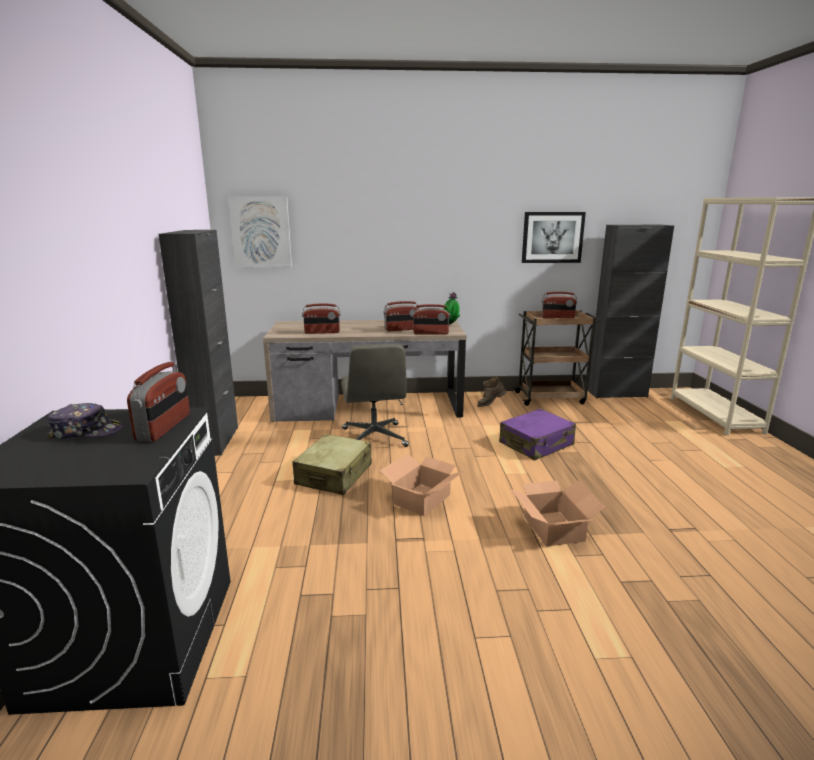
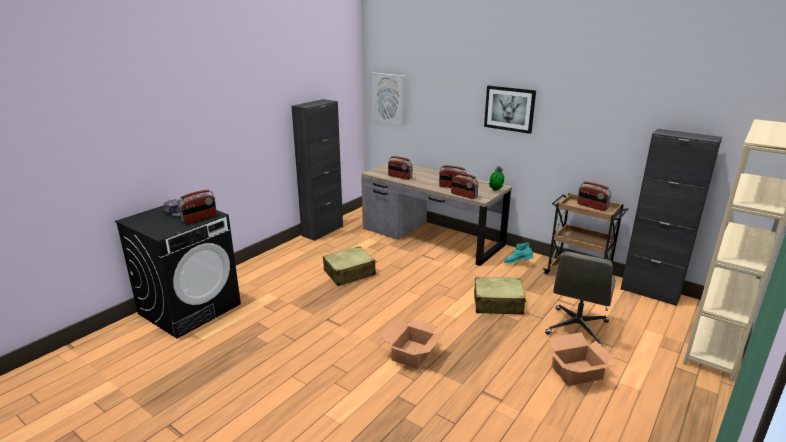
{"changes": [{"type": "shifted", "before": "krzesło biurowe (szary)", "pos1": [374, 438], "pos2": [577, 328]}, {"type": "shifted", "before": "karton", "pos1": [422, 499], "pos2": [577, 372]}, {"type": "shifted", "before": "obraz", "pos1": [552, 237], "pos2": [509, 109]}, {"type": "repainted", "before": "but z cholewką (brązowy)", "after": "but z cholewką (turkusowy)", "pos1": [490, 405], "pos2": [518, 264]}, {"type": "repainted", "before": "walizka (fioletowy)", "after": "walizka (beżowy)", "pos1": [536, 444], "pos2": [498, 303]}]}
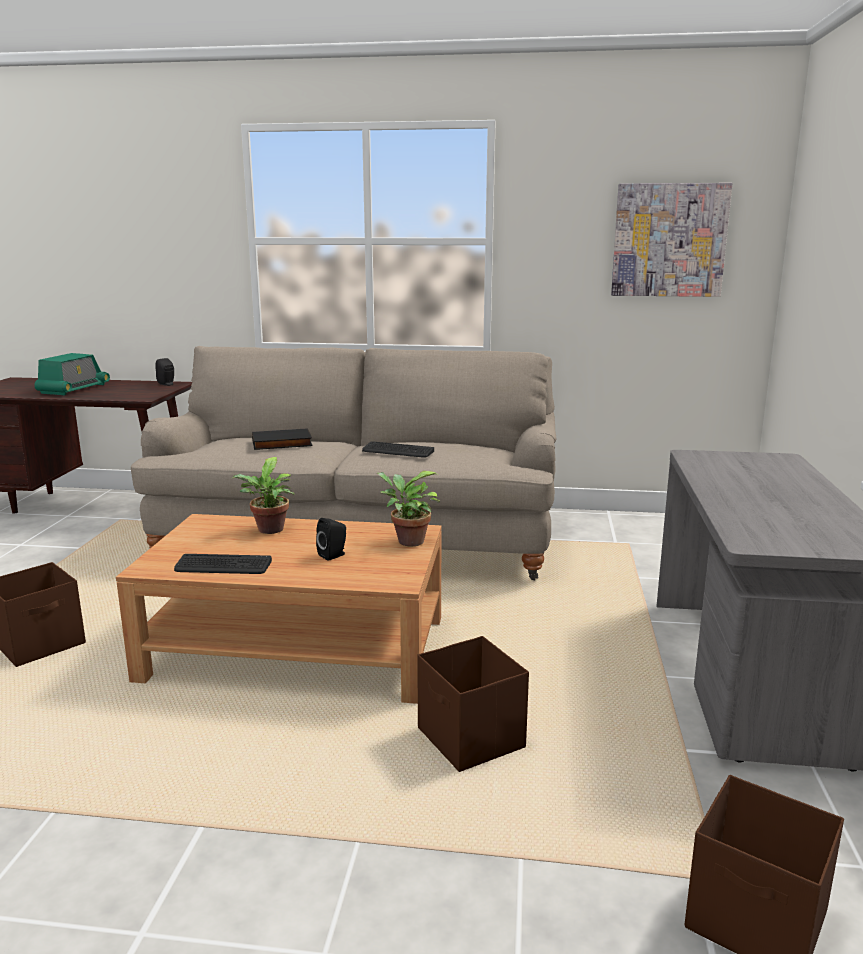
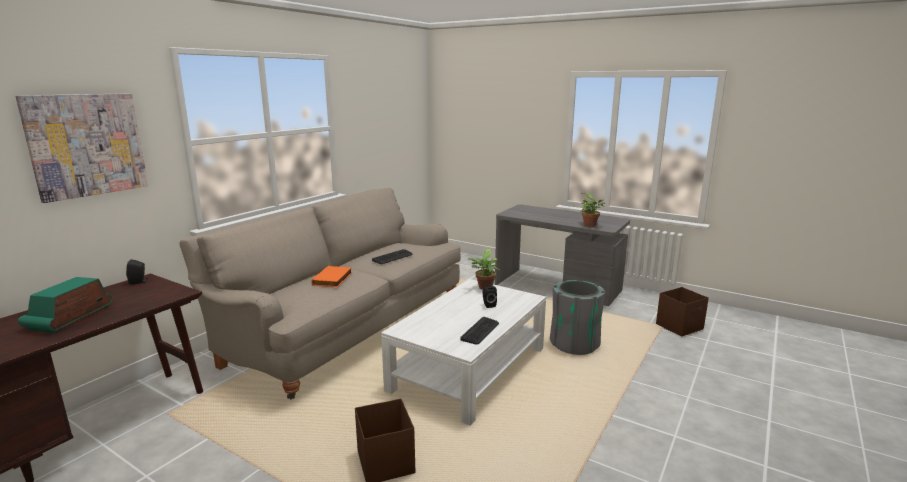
{"changes": [{"type": "shifted", "before": "roślina doniczkowa", "pos1": [269, 531], "pos2": [591, 225]}, {"type": "shifted", "before": "obraz", "pos1": [669, 240], "pos2": [87, 145]}, {"type": "swapped", "before": "pojemnik do przechowywania (brązowy)", "after": "kosz na śmieci (szary)", "pos1": [471, 740], "pos2": [574, 344]}, {"type": "repainted", "before": "ława (brązowy)", "after": "ława (biały)", "pos1": [298, 649], "pos2": [469, 368]}, {"type": "repainted", "before": "książka (czarny)", "after": "książka (pomarańczowy)", "pos1": [281, 444], "pos2": [333, 279]}, {"type": "rotated", "before": "radio", "pos1": [73, 389], "pos2": [70, 317], "turn": -120}]}
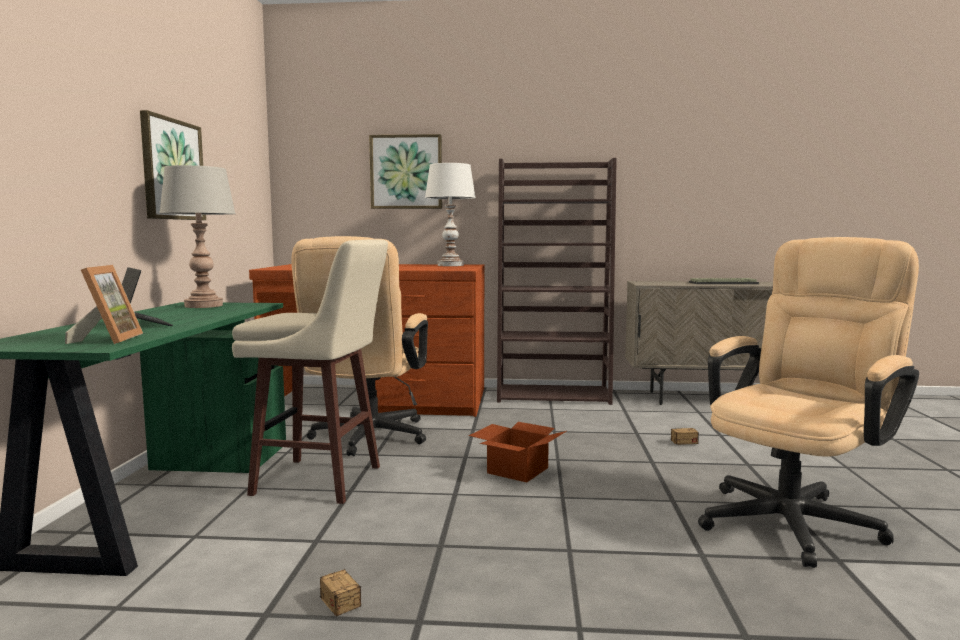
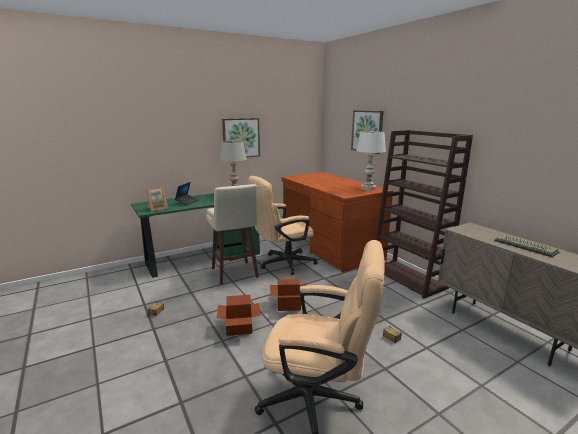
{"changes": [{"type": "new", "after": "karton", "pos2": [238, 327]}]}
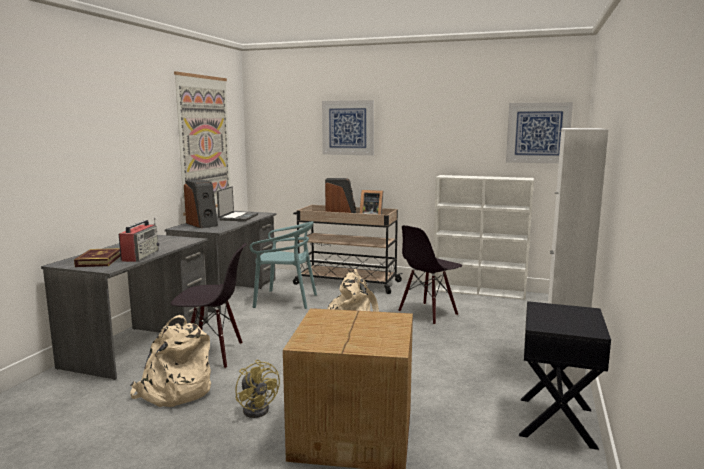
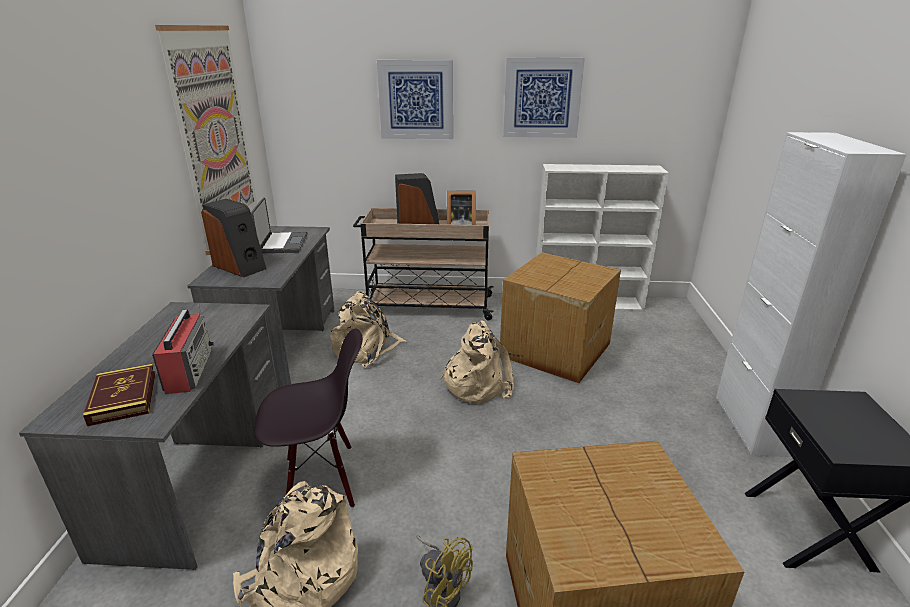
{"changes": [{"type": "shifted", "before": "obraz", "pos1": [538, 133], "pos2": [542, 98]}, {"type": "swapped", "before": "krzesło (turkusowy)", "after": "plecak (beżowy)", "pos1": [285, 300], "pos2": [366, 349]}, {"type": "swapped", "before": "krzesło (czarny)", "after": "karton", "pos1": [428, 313], "pos2": [553, 350]}]}
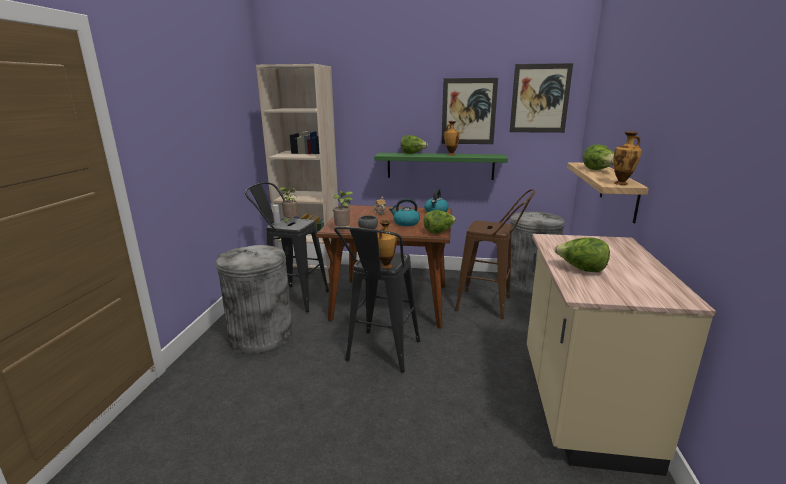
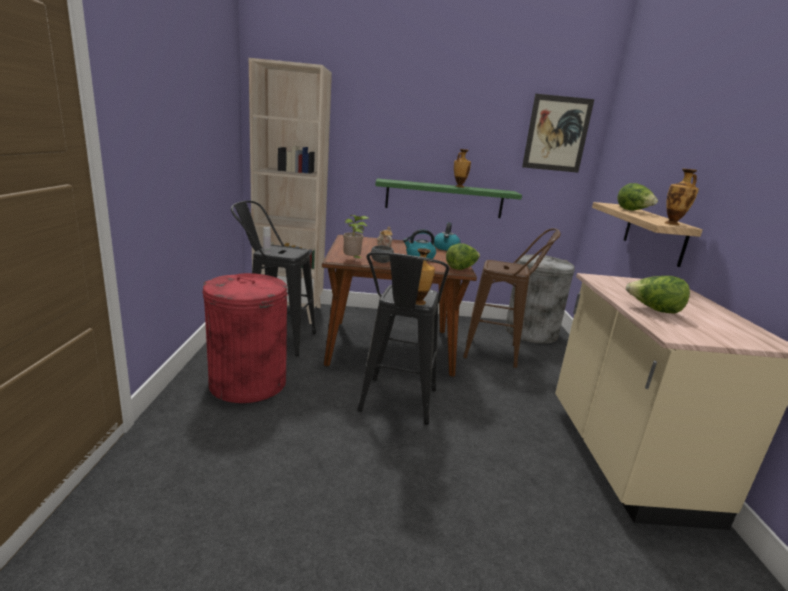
{"changes": [{"type": "gone", "before": "roślina doniczkowa", "pos1": [290, 221]}, {"type": "gone", "before": "sałata", "pos1": [413, 153]}, {"type": "gone", "before": "obraz", "pos1": [468, 111]}, {"type": "repainted", "before": "kosz na śmieci (szary)", "after": "kosz na śmieci (czerwony)", "pos1": [261, 336], "pos2": [247, 382]}]}
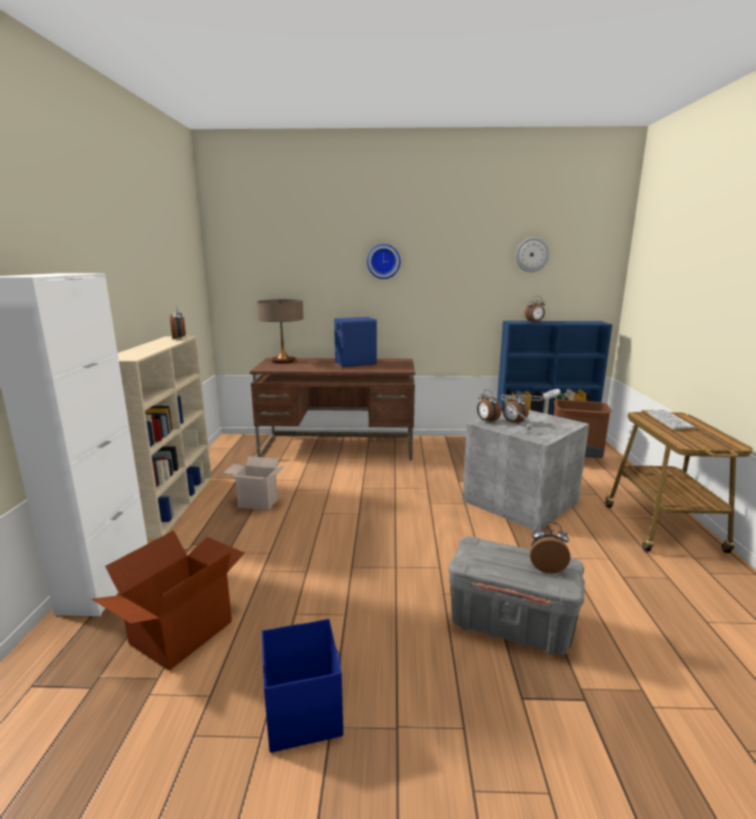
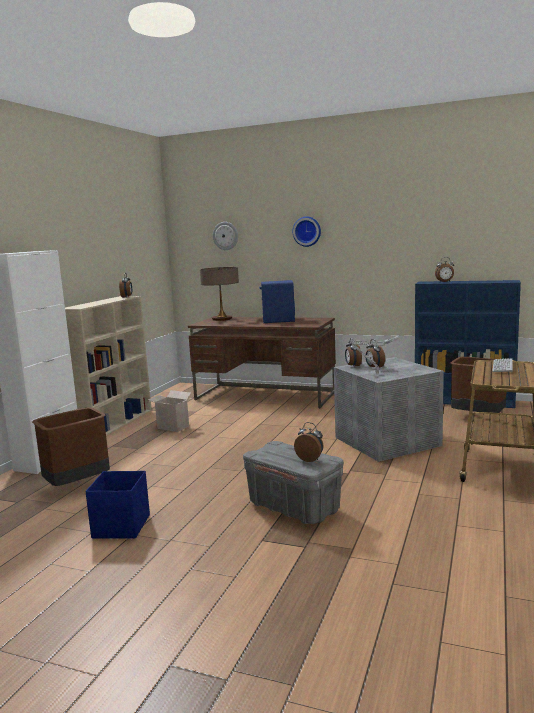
{"changes": [{"type": "shifted", "before": "zegar ścienny", "pos1": [532, 254], "pos2": [225, 236]}, {"type": "swapped", "before": "karton", "after": "kosz na śmieci (brązowy)", "pos1": [180, 632], "pos2": [77, 486]}]}
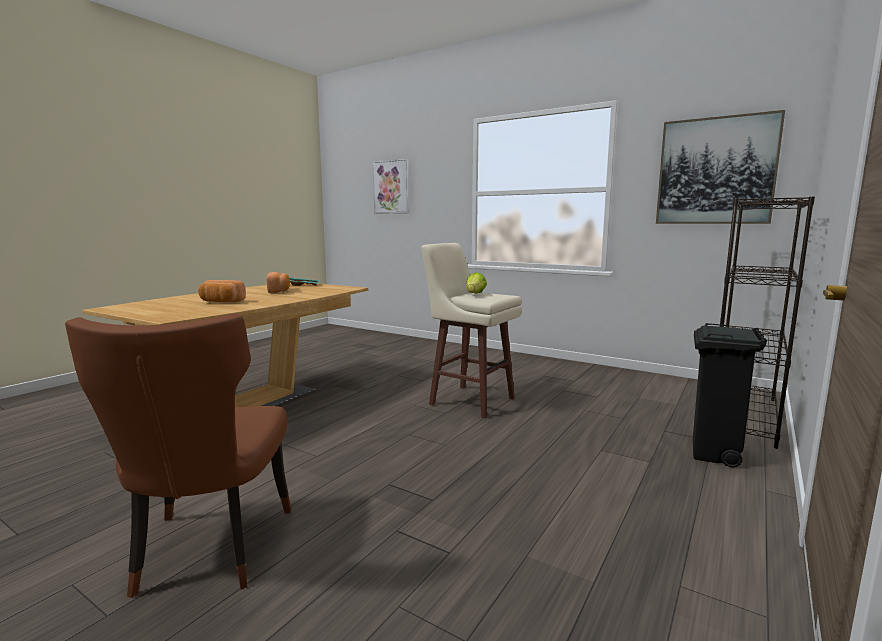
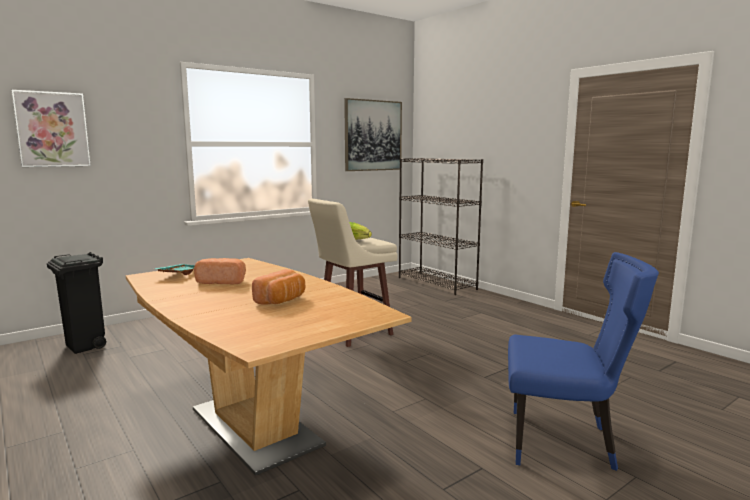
{"changes": [{"type": "shifted", "before": "kosz na śmieci (czarny)", "pos1": [714, 455], "pos2": [85, 346]}, {"type": "repainted", "before": "krzesło (brązowy)", "after": "krzesło (niebieski)", "pos1": [208, 552], "pos2": [565, 442]}]}
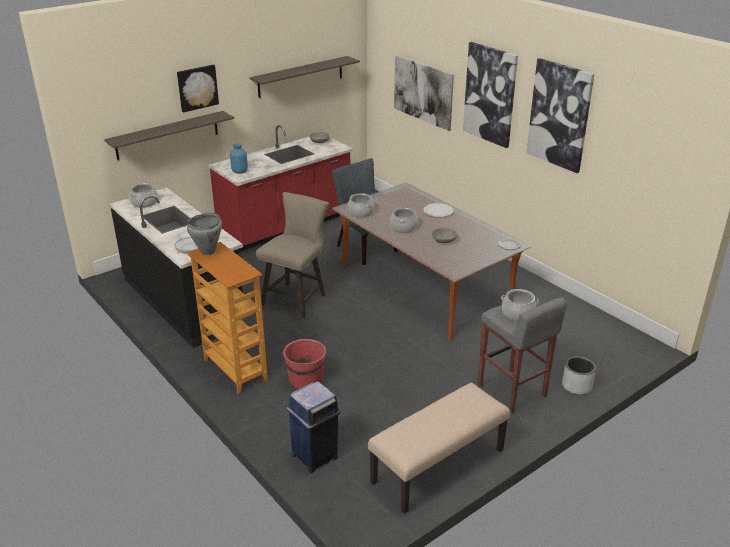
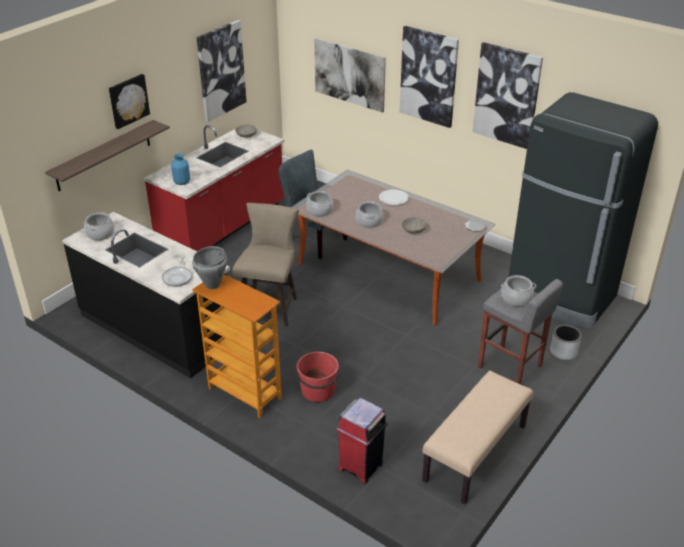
{"changes": [{"type": "new", "after": "lodówka (czarny)", "pos2": [560, 297]}, {"type": "swapped", "before": "półka", "after": "obraz", "pos1": [300, 76], "pos2": [221, 70]}, {"type": "repainted", "before": "kosz na śmieci (niebieski)", "after": "kosz na śmieci (czerwony)", "pos1": [315, 455], "pos2": [361, 466]}]}
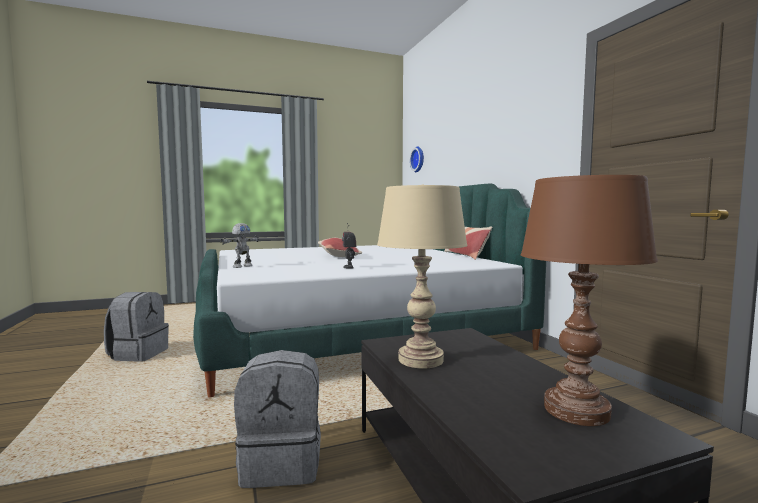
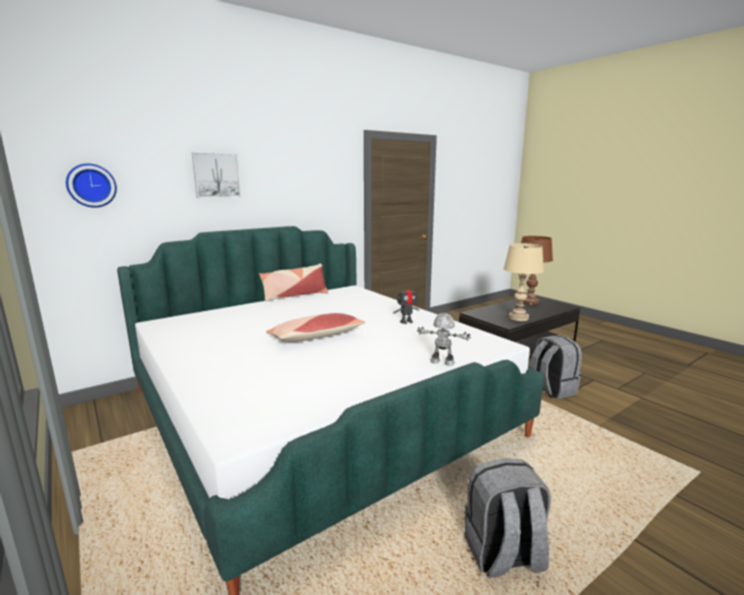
{"changes": [{"type": "new", "after": "obraz", "pos2": [216, 175]}]}
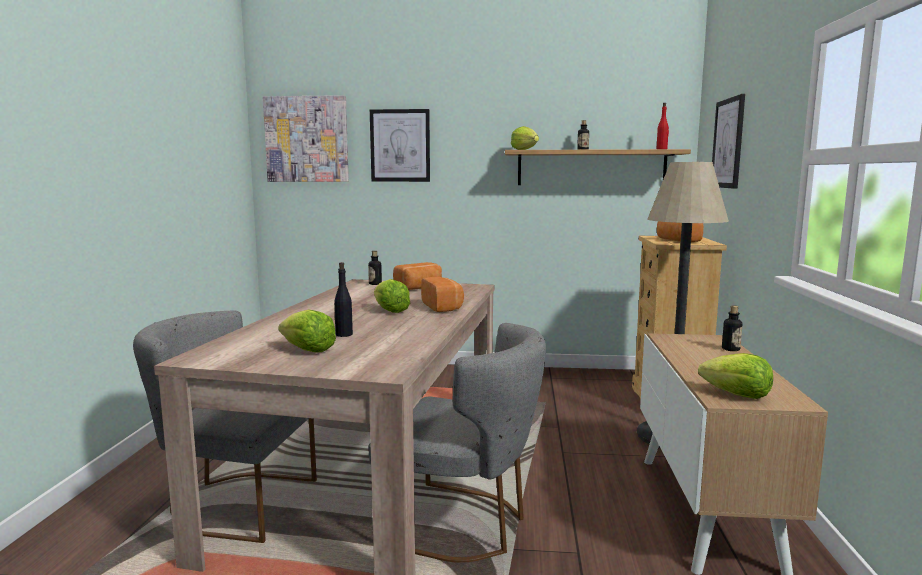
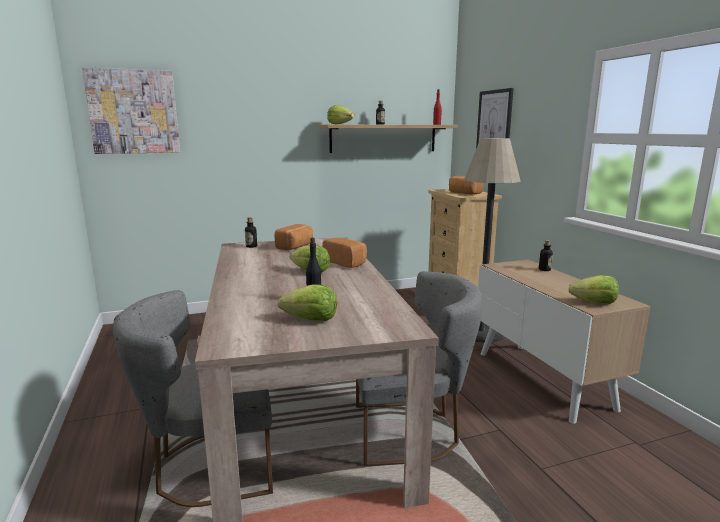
{"changes": [{"type": "gone", "before": "obraz", "pos1": [400, 145]}]}
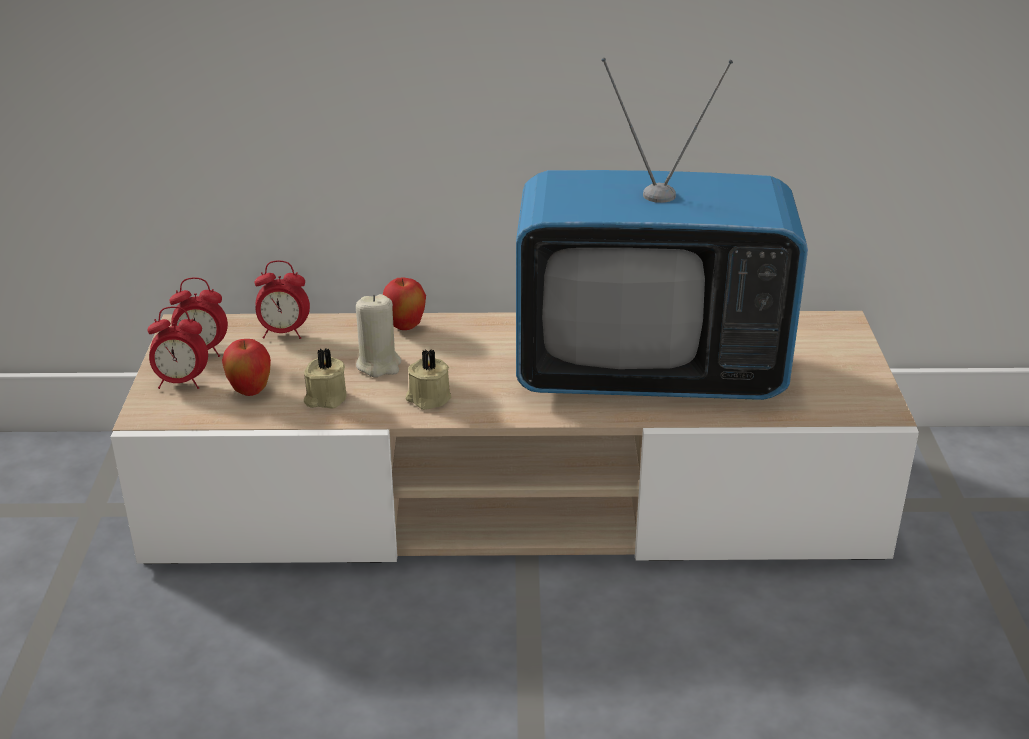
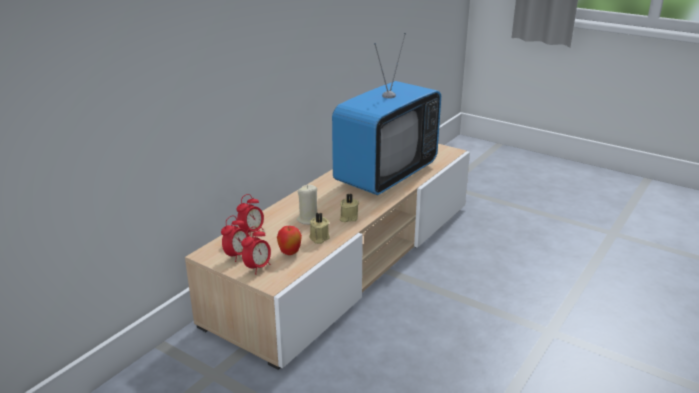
{"changes": [{"type": "gone", "before": "jabłko", "pos1": [405, 327]}]}
